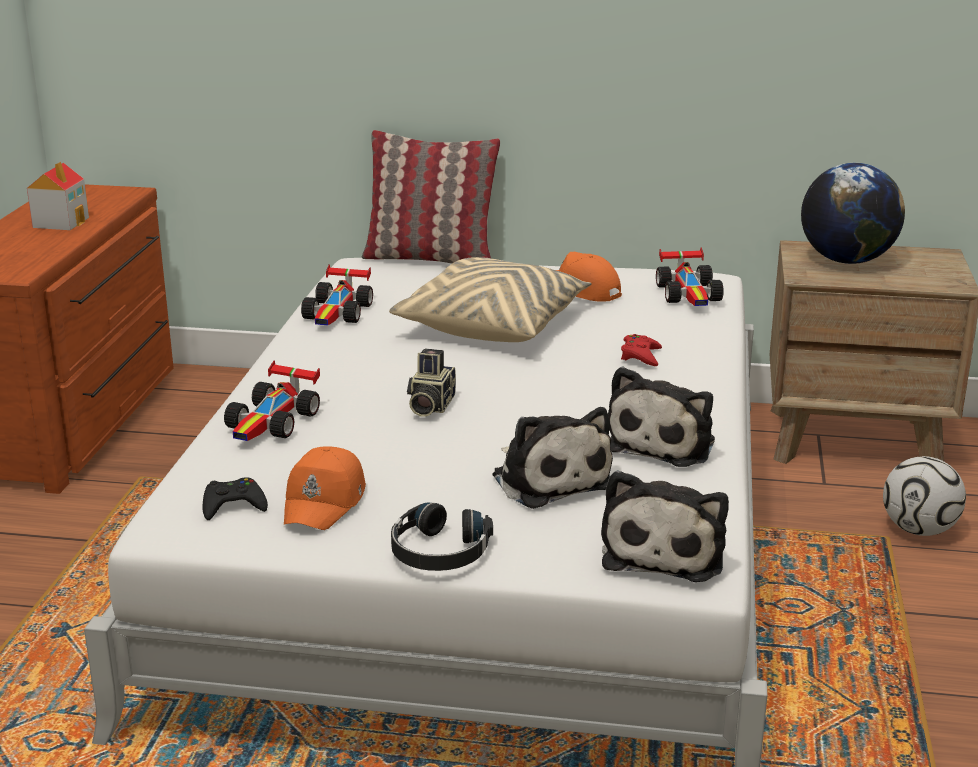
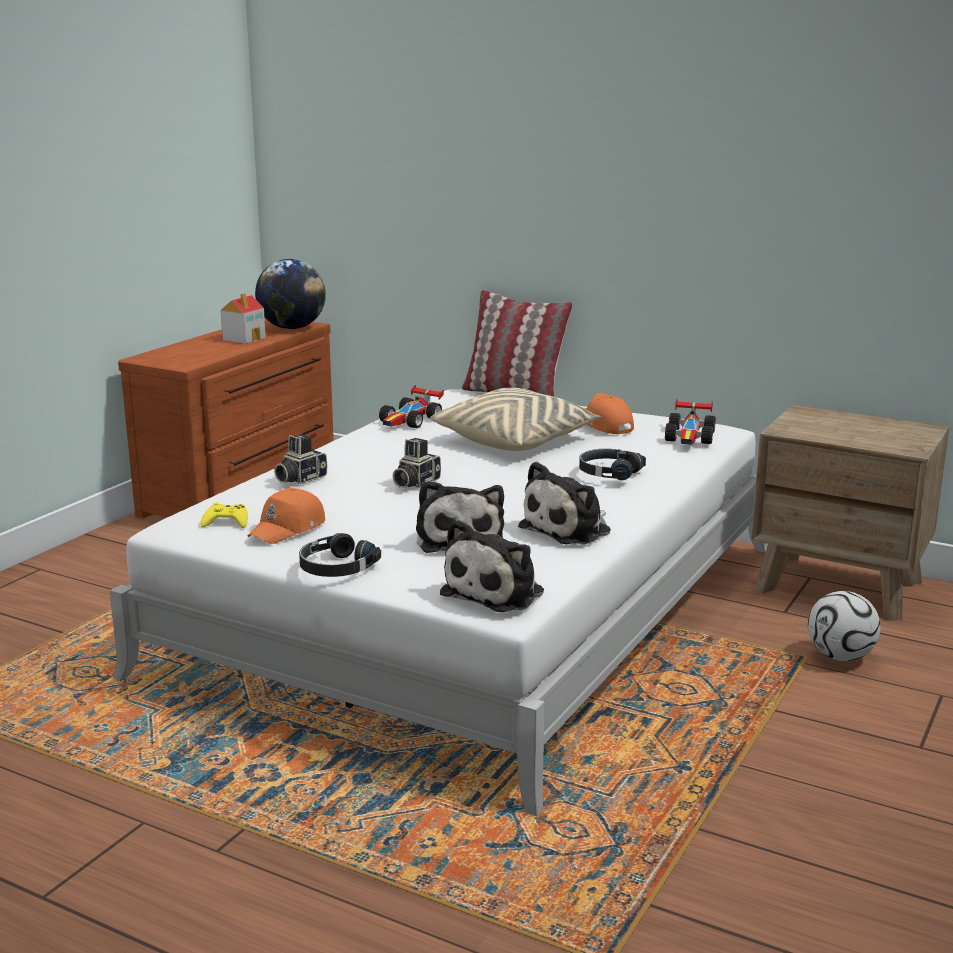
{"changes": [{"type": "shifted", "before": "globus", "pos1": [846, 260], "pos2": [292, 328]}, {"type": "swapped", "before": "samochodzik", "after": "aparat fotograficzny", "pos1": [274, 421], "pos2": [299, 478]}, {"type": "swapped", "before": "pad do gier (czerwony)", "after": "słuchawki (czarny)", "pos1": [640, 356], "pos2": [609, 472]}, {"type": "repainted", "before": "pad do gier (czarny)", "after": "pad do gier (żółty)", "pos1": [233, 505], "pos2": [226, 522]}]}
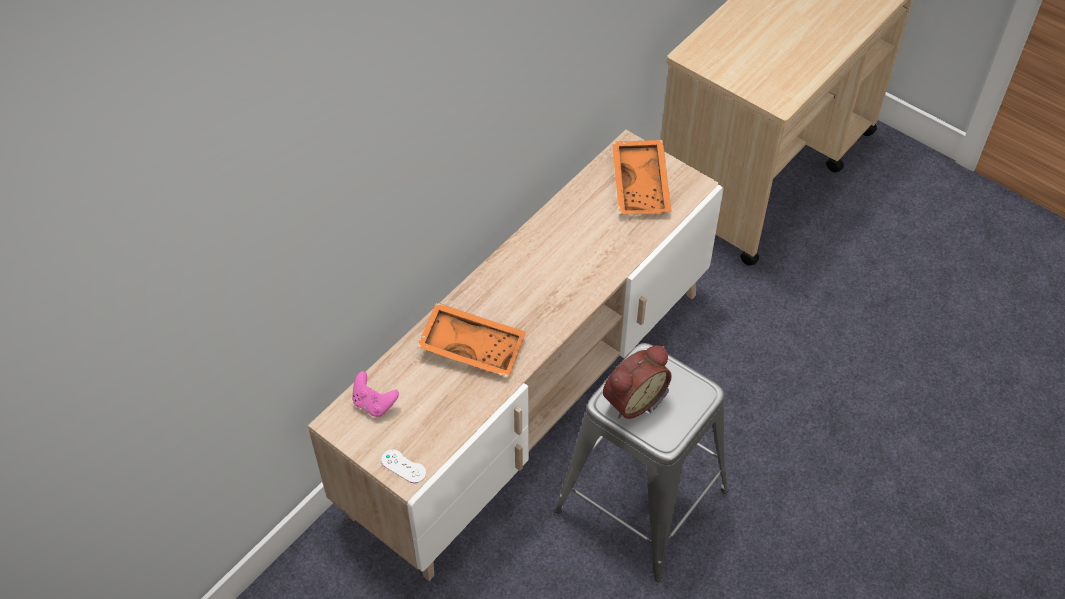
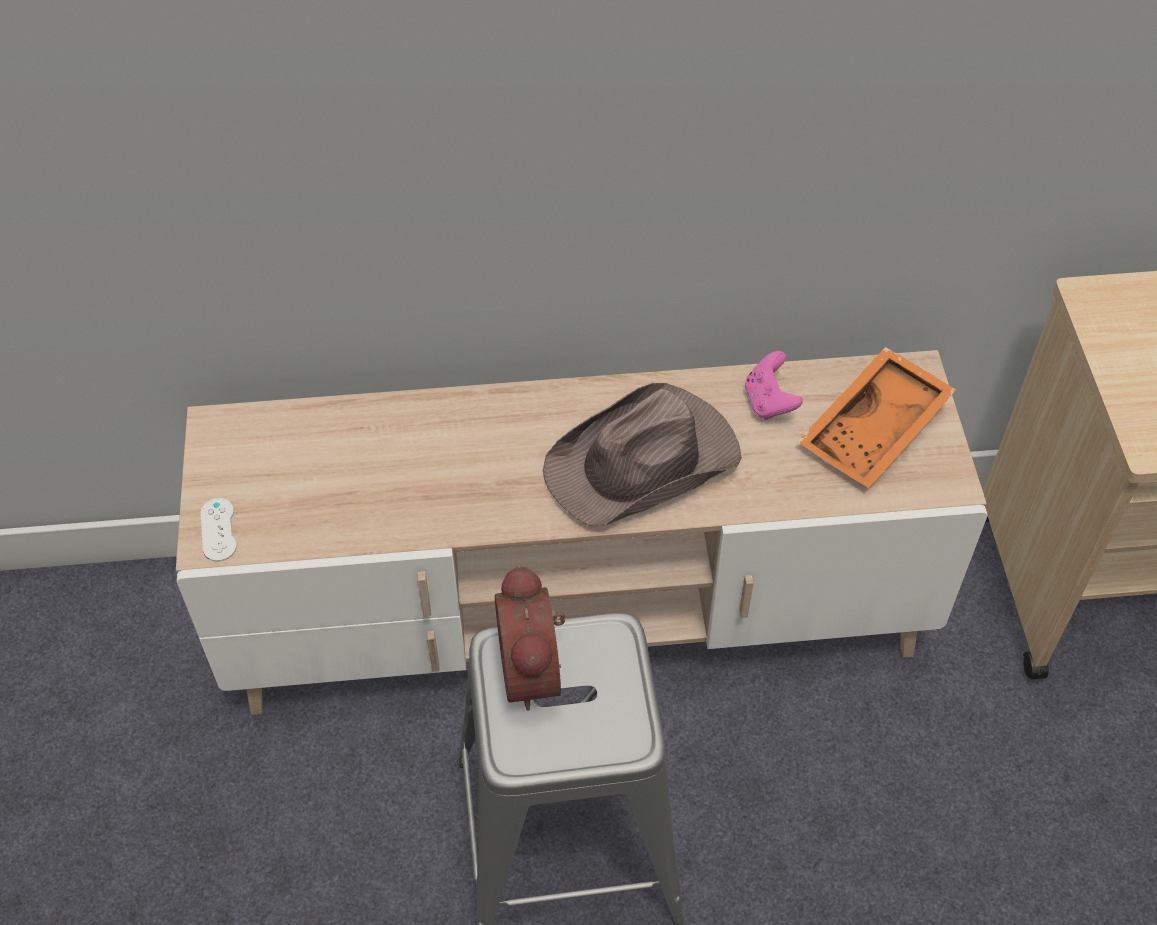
{"changes": [{"type": "gone", "before": "taca (pomarańczowy)", "pos1": [473, 346]}, {"type": "new", "after": "kapelusz (brązowy)", "pos2": [644, 463]}, {"type": "shifted", "before": "pad do gier (różowy)", "pos1": [374, 404], "pos2": [769, 402]}, {"type": "rotated", "before": "budzik", "pos1": [632, 399], "pos2": [536, 670], "turn": 75}]}
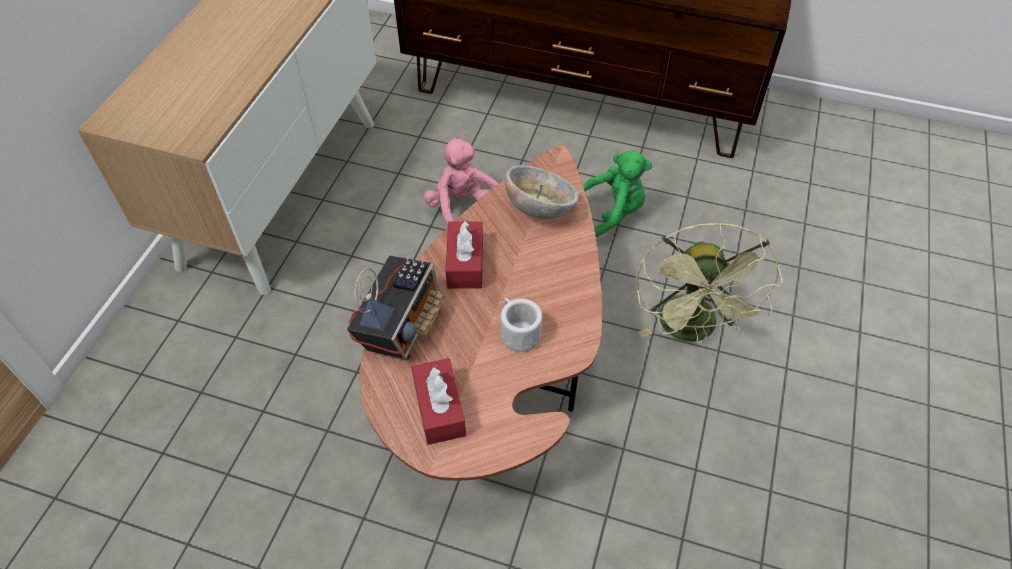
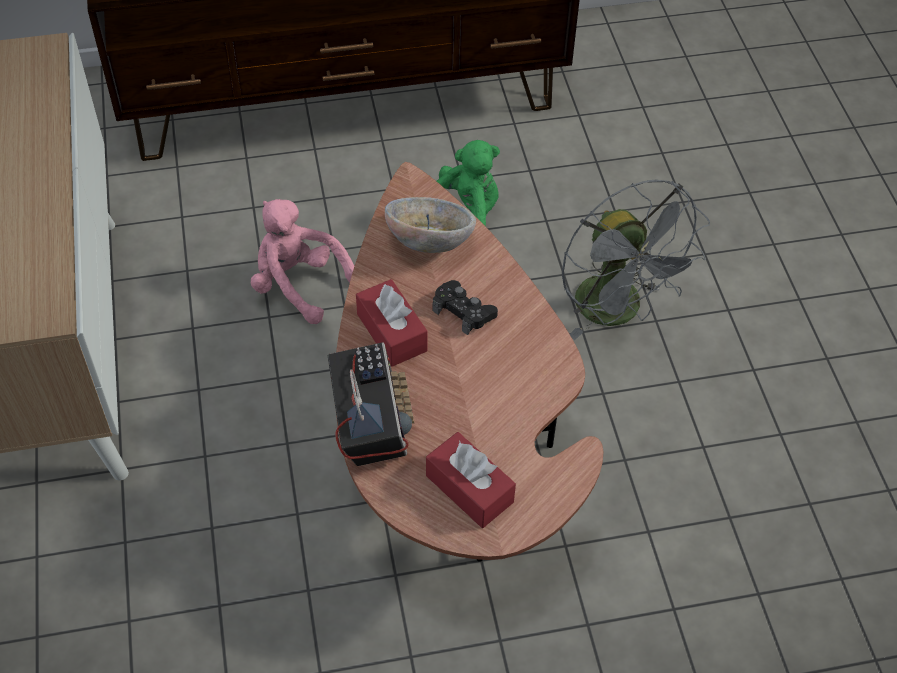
{"changes": [{"type": "gone", "before": "kubek (biały)", "pos1": [518, 332]}, {"type": "new", "after": "pad do gier (czarny)", "pos2": [463, 311]}, {"type": "repainted", "before": "wentylator (zielony)", "after": "wentylator (szary)", "pos1": [691, 330], "pos2": [618, 311]}]}
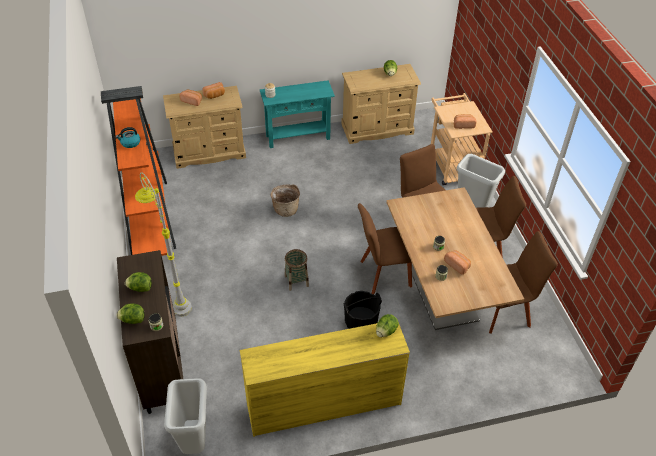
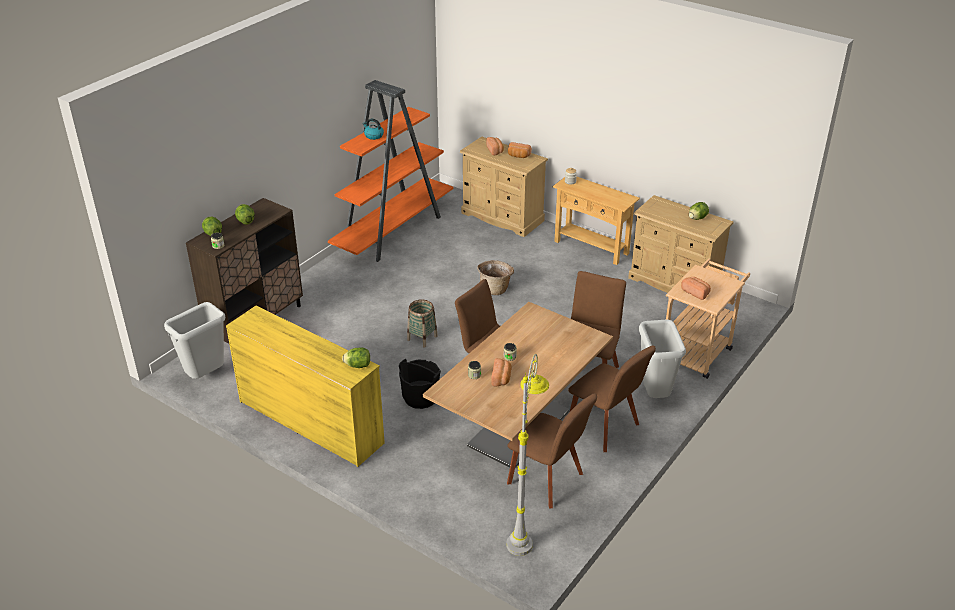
{"changes": [{"type": "shifted", "before": "lampa stojąca (szary)", "pos1": [174, 297], "pos2": [524, 528]}, {"type": "repainted", "before": "stolik konsolowy (turkusowy)", "after": "stolik konsolowy (beżowy)", "pos1": [298, 137], "pos2": [591, 247]}]}
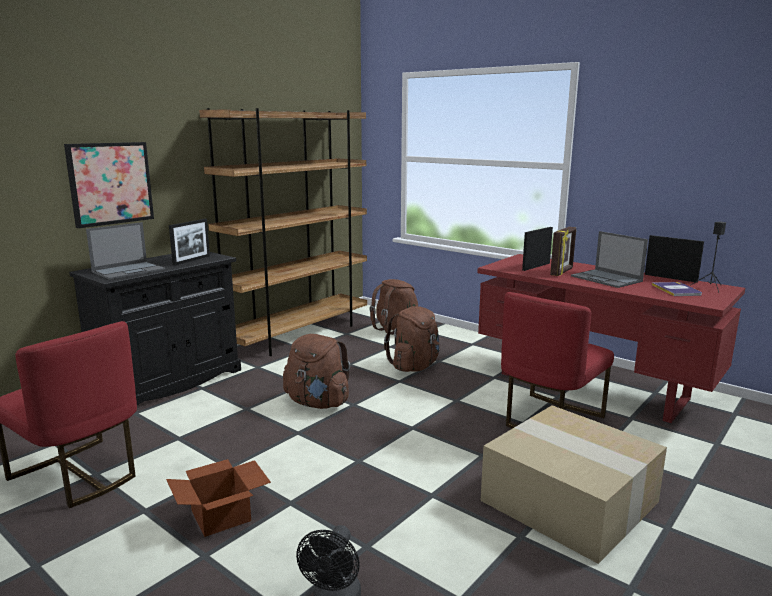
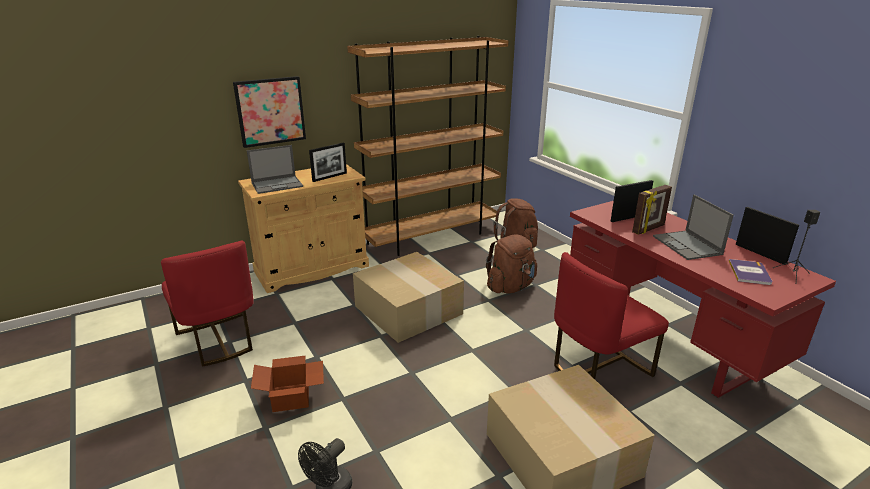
{"changes": [{"type": "swapped", "before": "plecak (brązowy)", "after": "karton", "pos1": [317, 403], "pos2": [410, 310]}, {"type": "repainted", "before": "szafka (czarny)", "after": "szafka (beżowy)", "pos1": [169, 382], "pos2": [312, 269]}]}
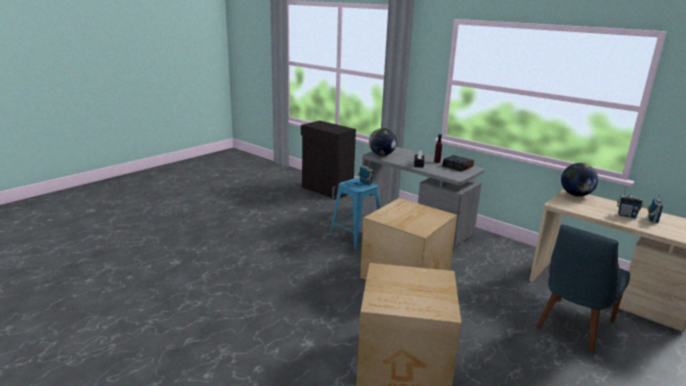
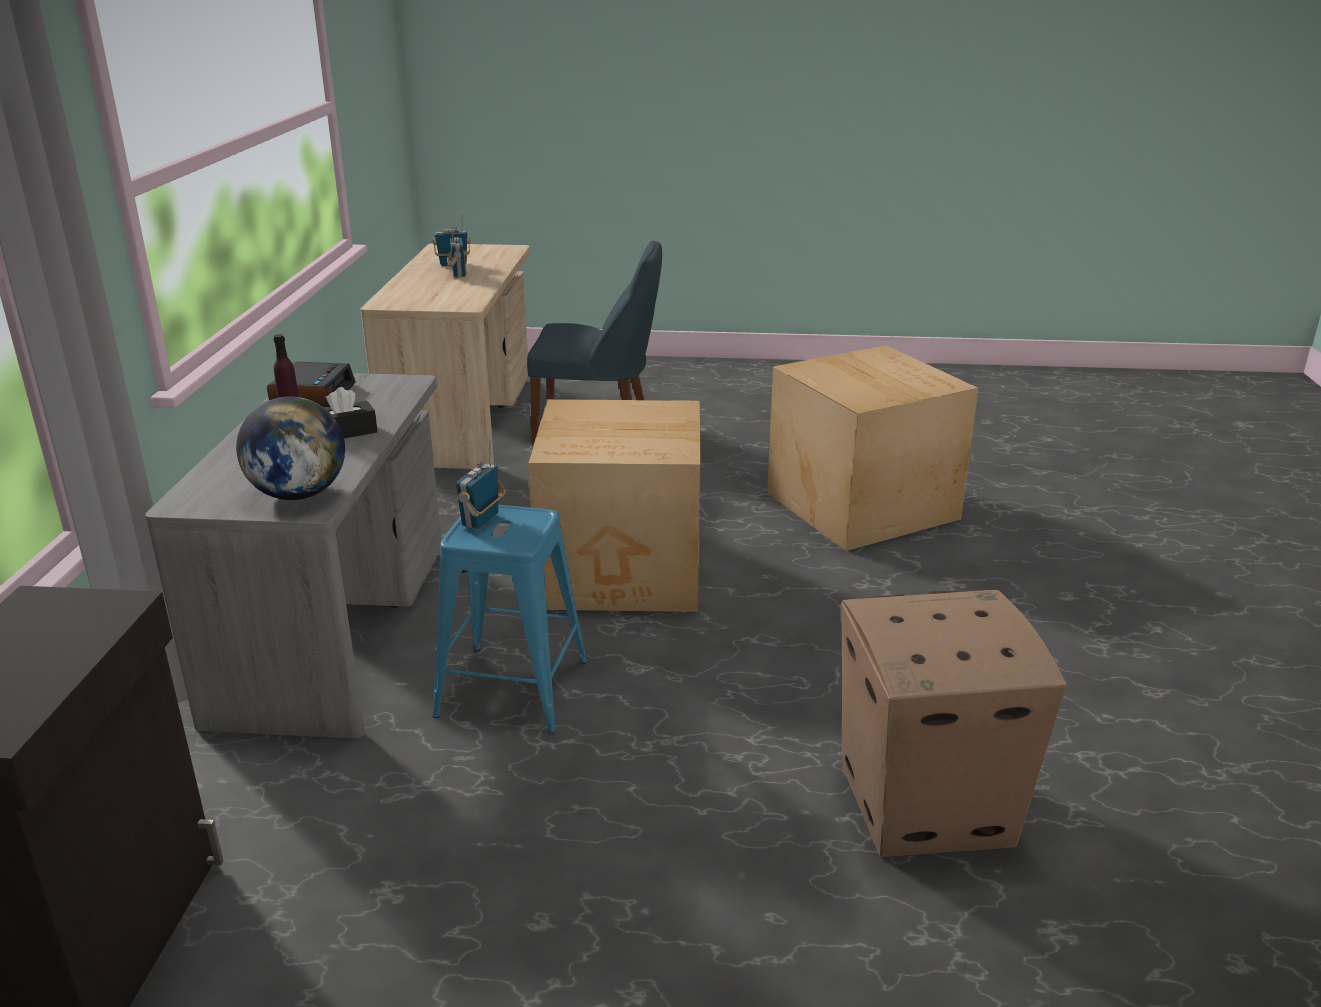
{"changes": [{"type": "gone", "before": "globus", "pos1": [575, 195]}, {"type": "new", "after": "karton", "pos2": [922, 804]}]}
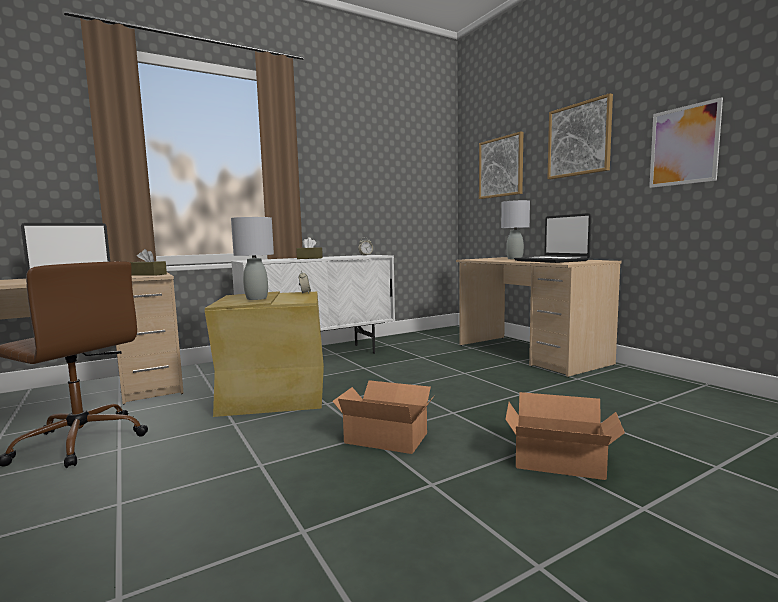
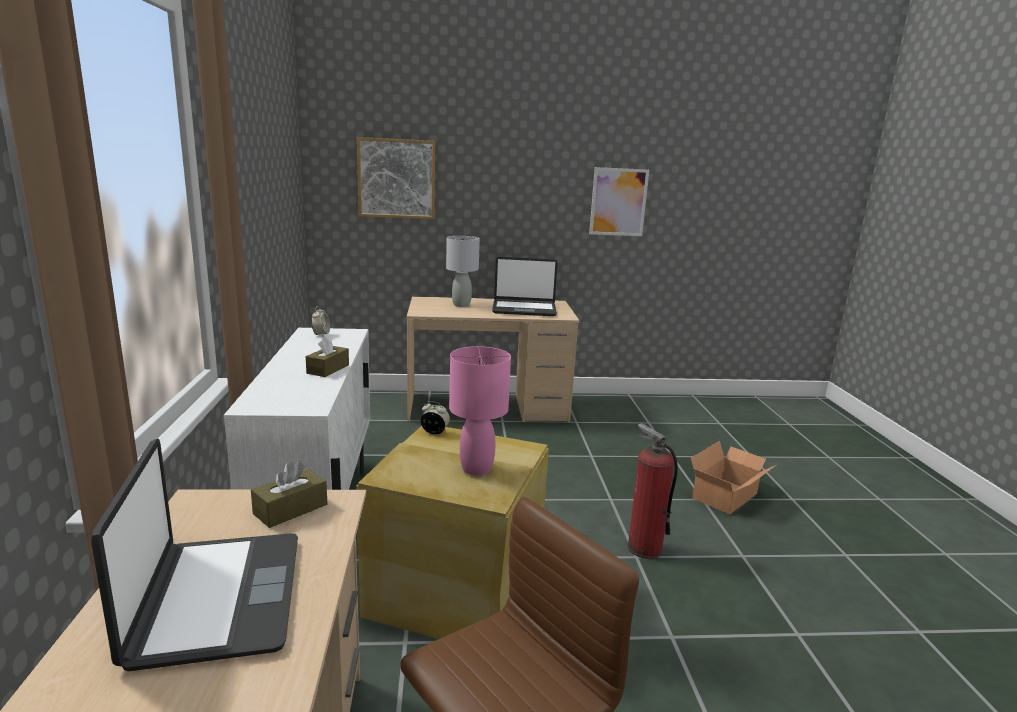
{"changes": [{"type": "gone", "before": "obraz", "pos1": [579, 139]}, {"type": "swapped", "before": "karton", "after": "gaśnica", "pos1": [385, 436], "pos2": [644, 548]}, {"type": "repainted", "before": "lampa stołowa (szary)", "after": "lampa stołowa (różowy)", "pos1": [256, 298], "pos2": [477, 469]}]}
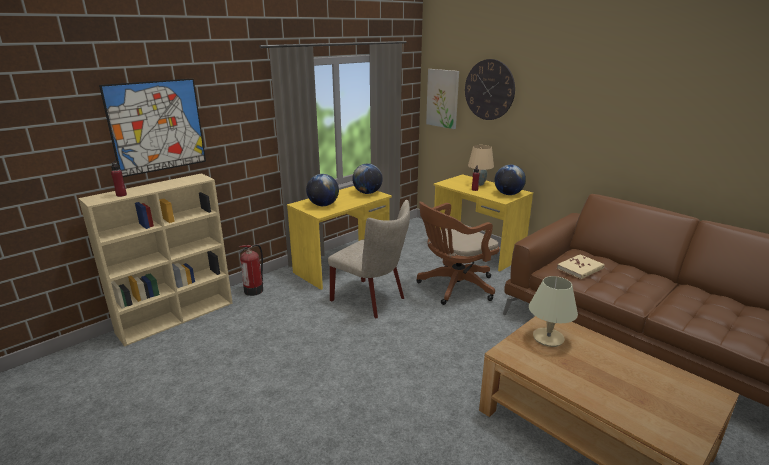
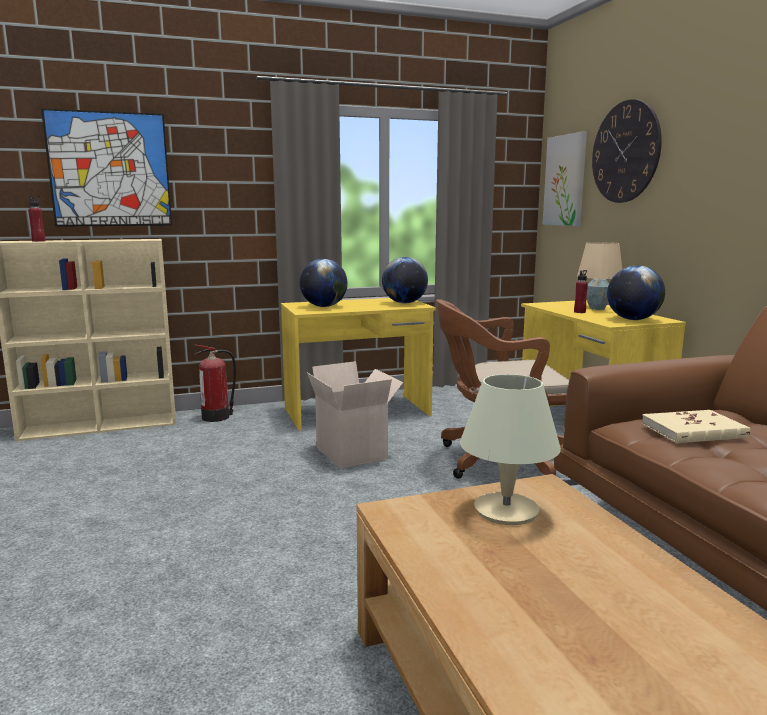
{"changes": [{"type": "swapped", "before": "krzesło (beżowy)", "after": "karton", "pos1": [372, 300], "pos2": [354, 453]}]}
